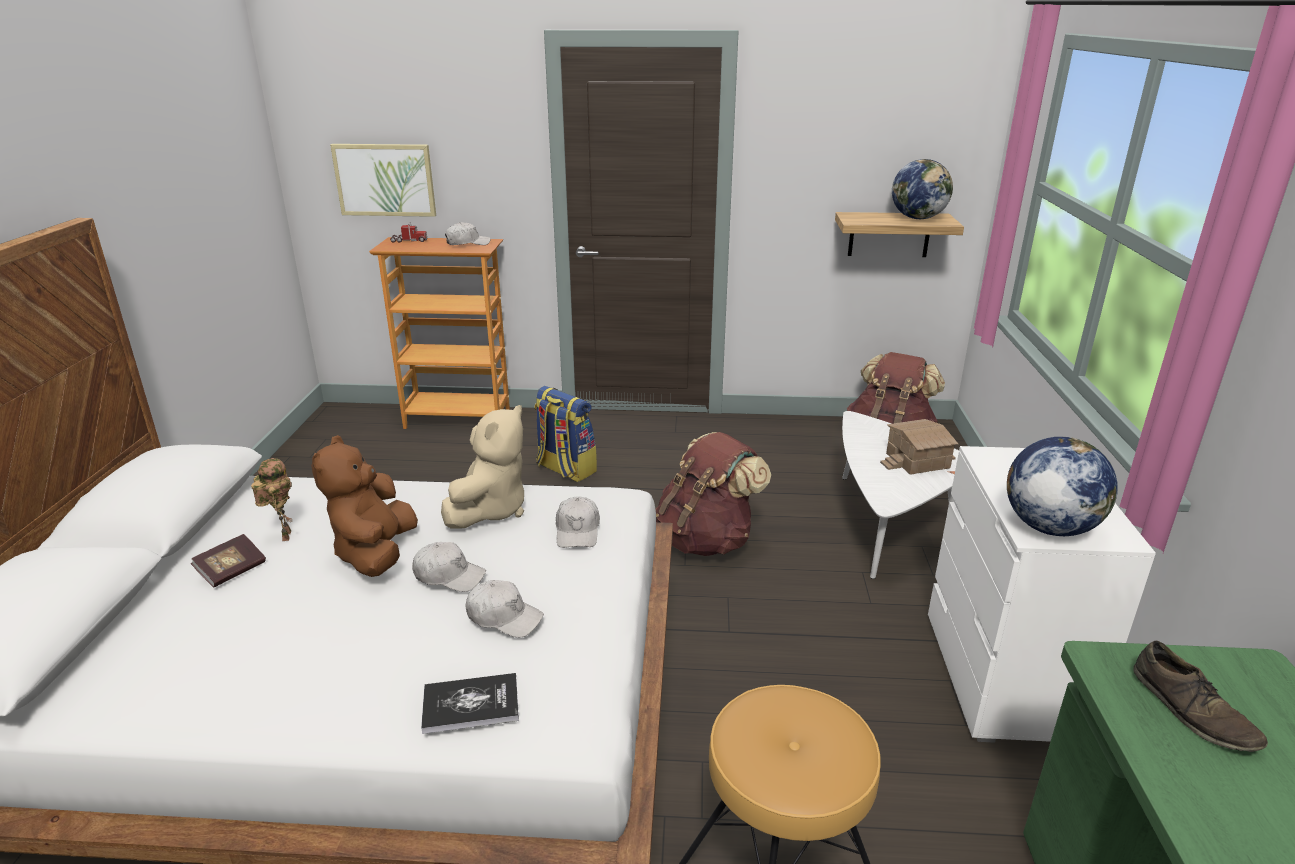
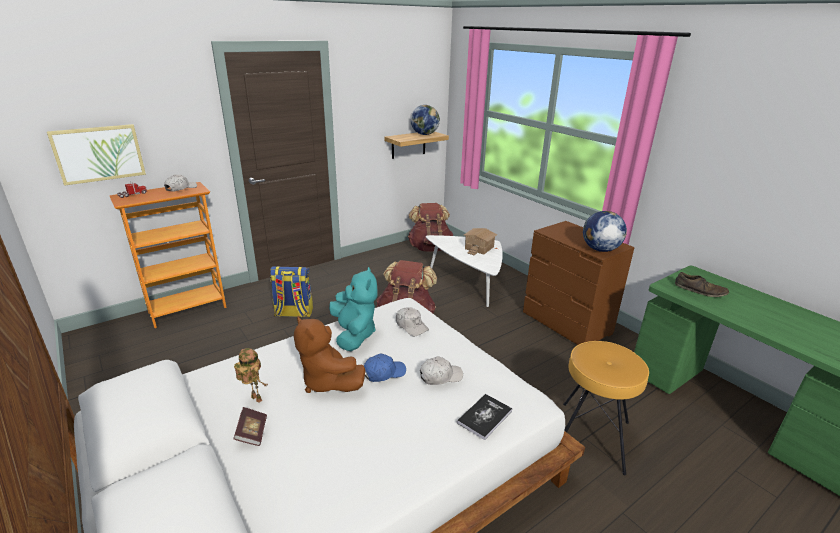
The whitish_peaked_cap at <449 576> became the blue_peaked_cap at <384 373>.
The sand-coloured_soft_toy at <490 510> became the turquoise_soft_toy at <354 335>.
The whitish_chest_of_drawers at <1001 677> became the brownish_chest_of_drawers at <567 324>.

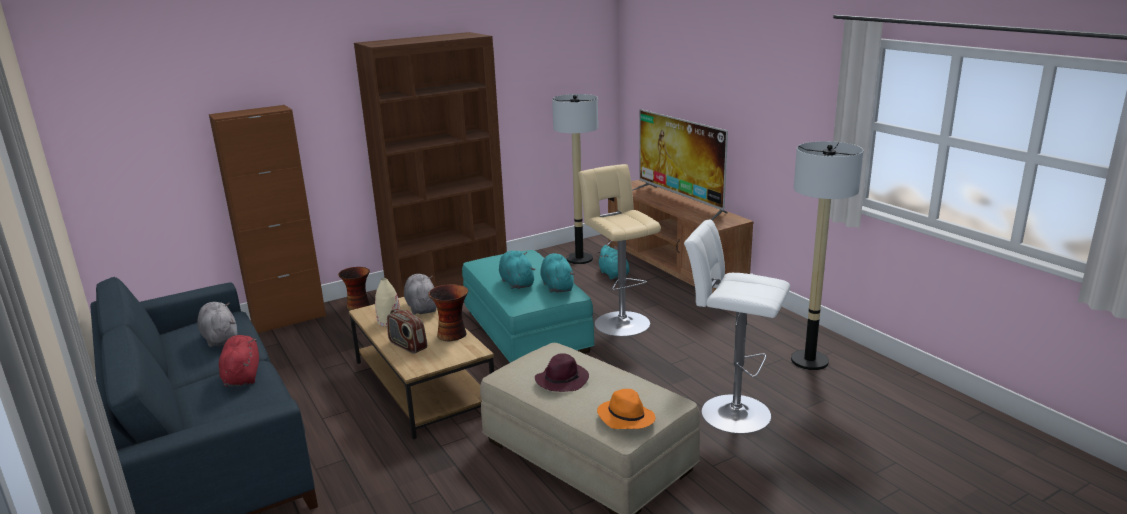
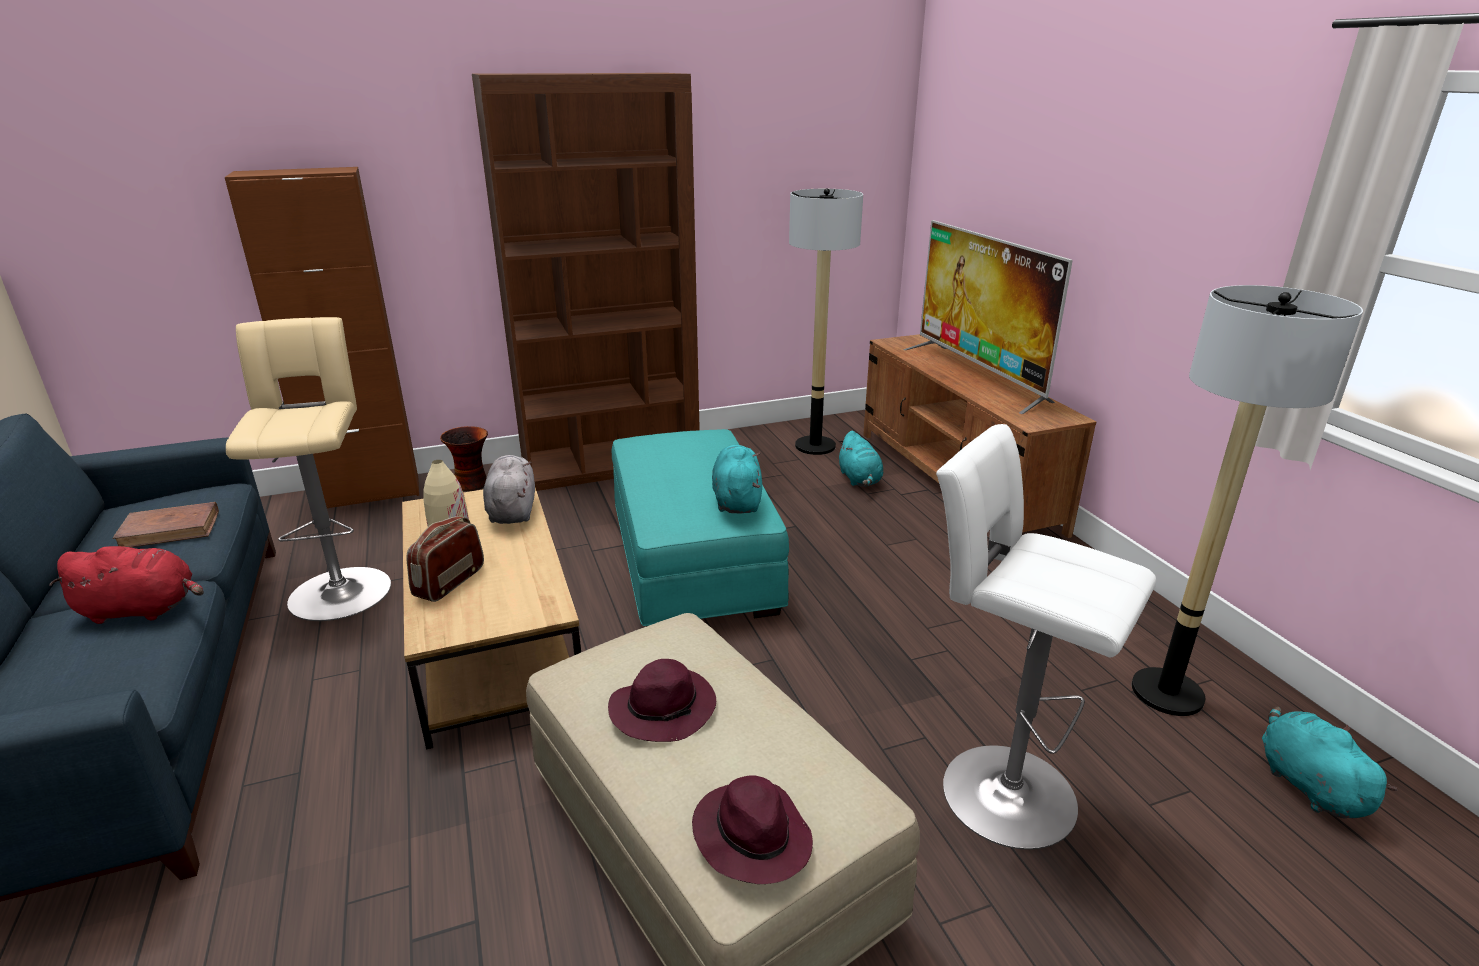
The greyish_soft_toy at <220 338> was replaced by the brownish_volume at <171 529>.
The reddish_soft_toy at <242 376> turned 90 degrees clockwise.
The radio_set at <407 345> turned 60 degrees clockwise.
The vase at <452 334> disappeared.
The turquoise_soft_toy moved from <516 282> to <1307 784>.
The sand-coloured_stool_seat moved from <620 322> to <341 589>.
The orangey_clothing_hat at <625 417> became the purplish_clothing_hat at <751 835>.

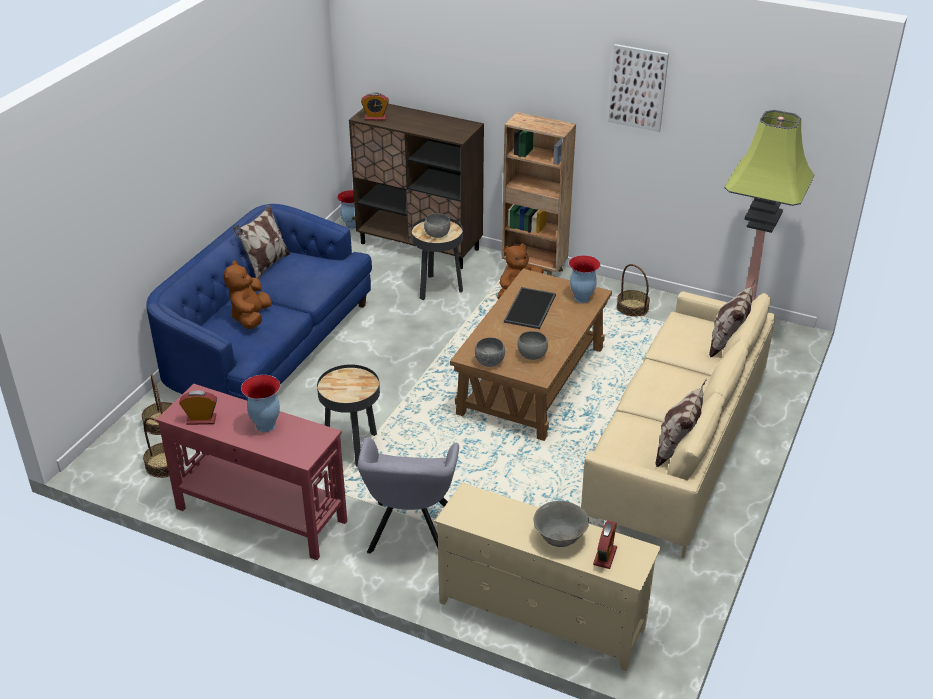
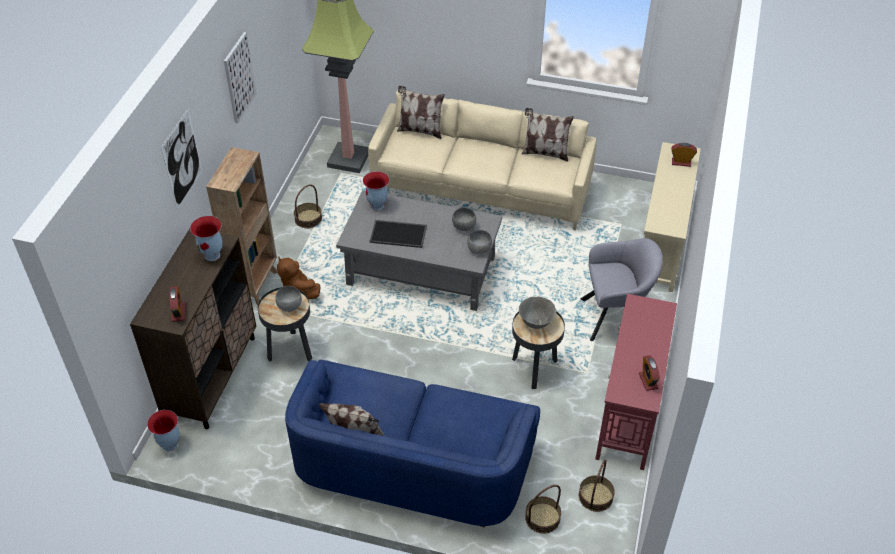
The brownish_soft_toy at <251 317> disappeared.
The vase moved from <265 426> to <212 255>.
The brownish_coffee_table at <532 381> became the greyish_coffee_table at <422 270>.
The greyish_deep_dish moved from <560 538> to <536 322>.
The picture at <182 159> appeared.

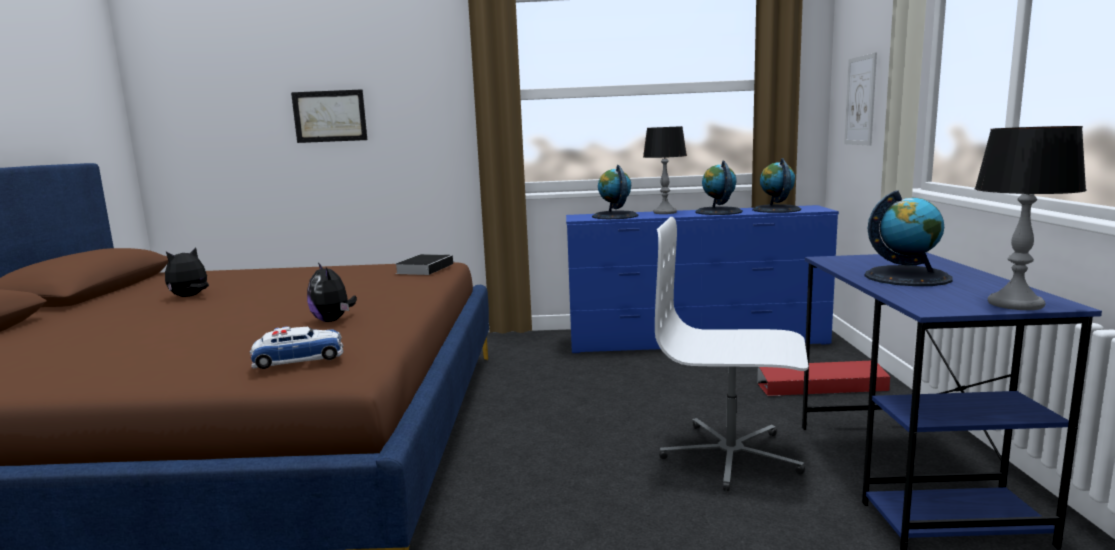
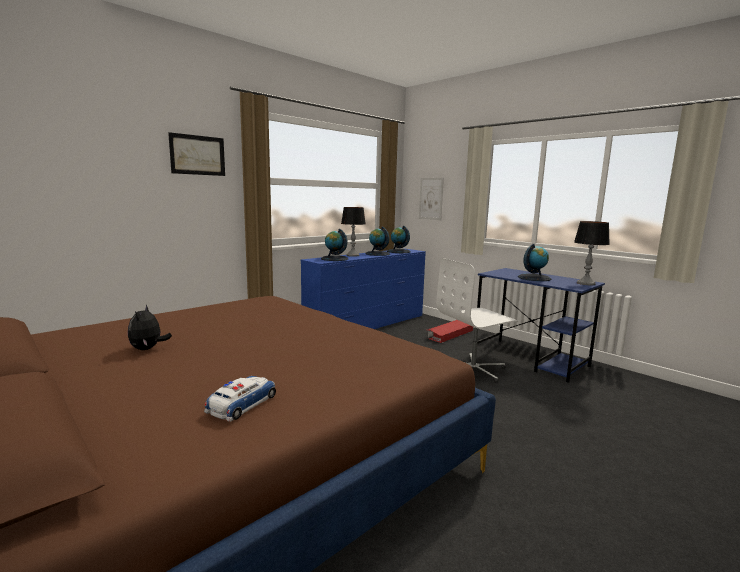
The toy_car moved from <298 357> to <242 404>.
The picture moved from <330 116> to <197 155>.
The soft_toy at <333 320> disappeared.
The volume at <425 268> disappeared.

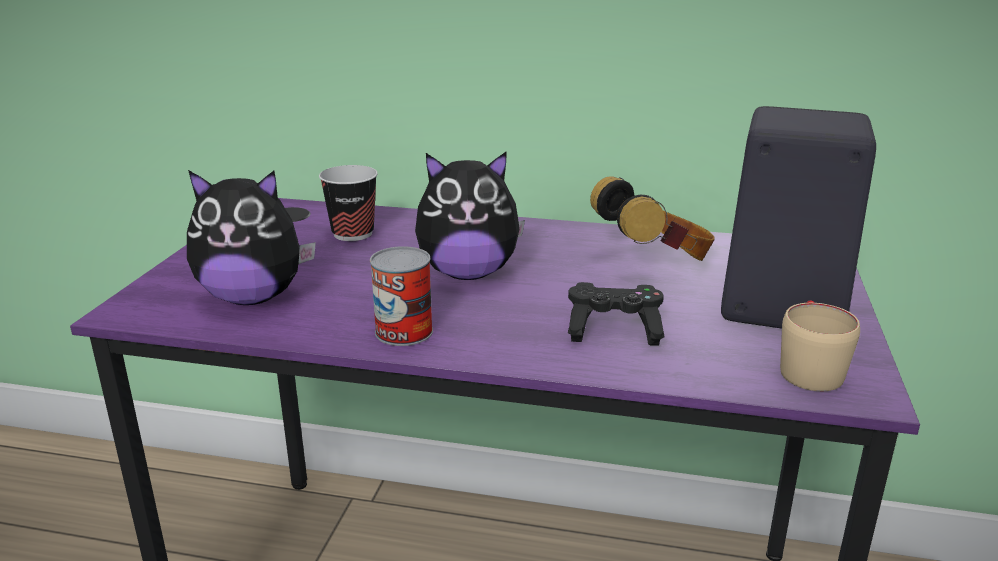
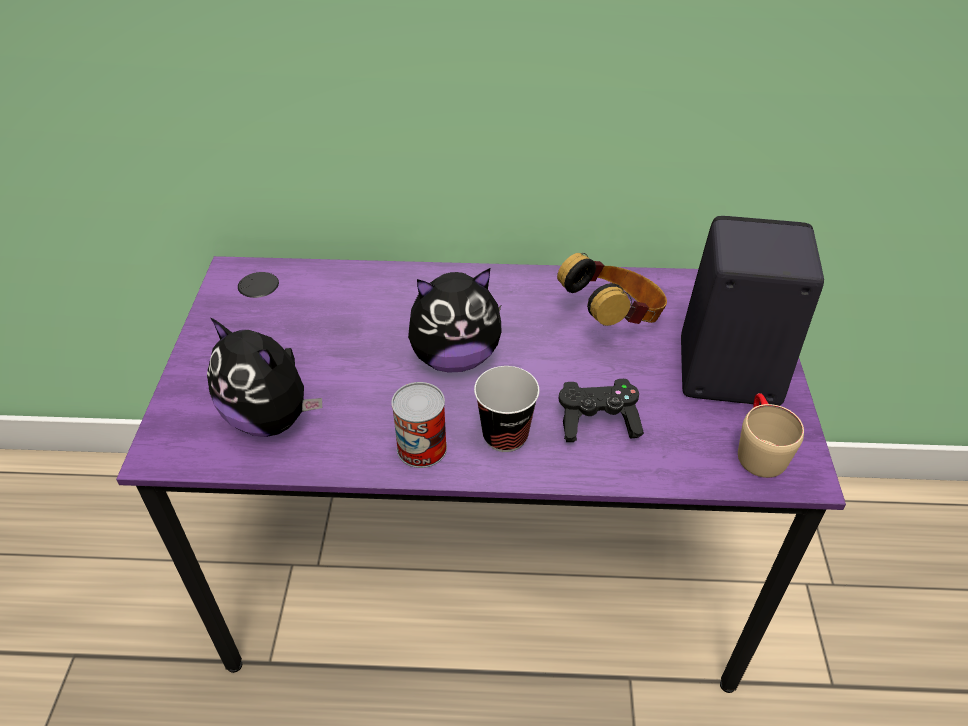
The soft_toy at <253 297> turned 45 degrees clockwise.
The small_cup moved from <353 233> to <505 435>.

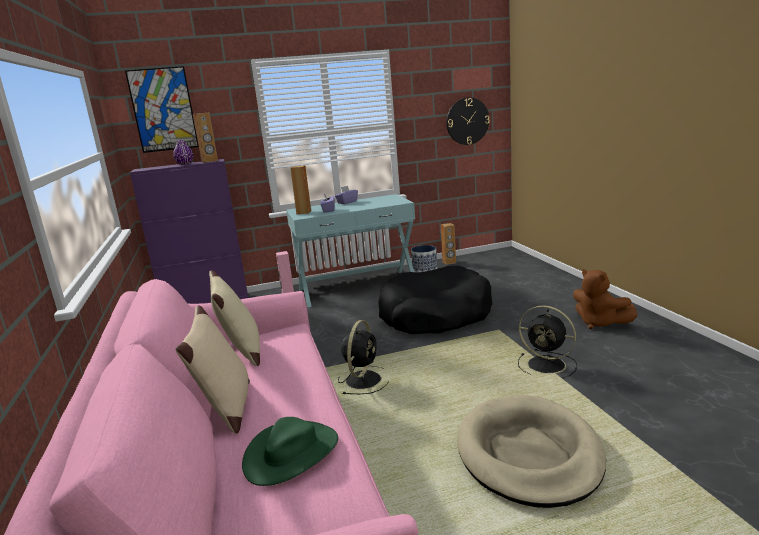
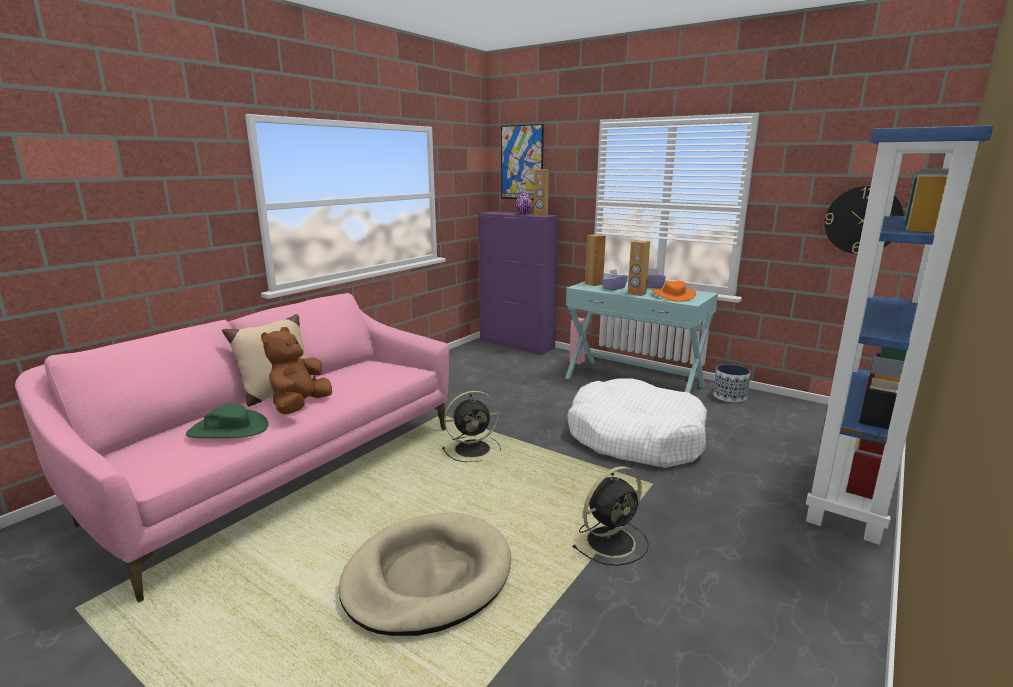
The sand-coloured_pillow at <242 353> disappeared.
The black-coloured_pet_bed at <435 315> became the whitish_pet_bed at <635 438>.
The brownish_speaker moved from <449 262> to <636 294>.
The black-coloured_electric_fan at <548 365> turned 120 degrees counterclockwise.
The brownish_soft_toy moved from <599 323> to <300 407>.
The orangey_clothing_hat at <673 295> appeared.
The blue_shelving_unit at <852 490> appeared.

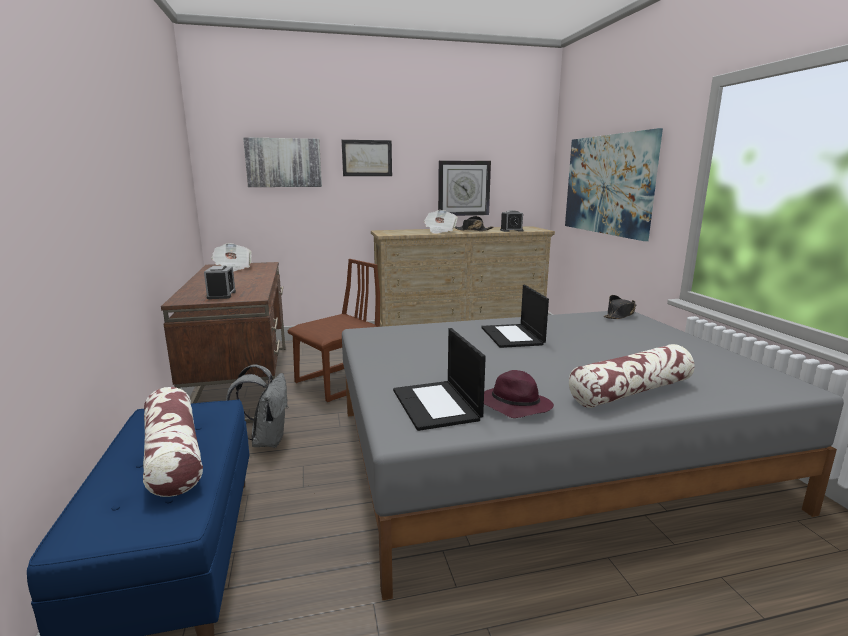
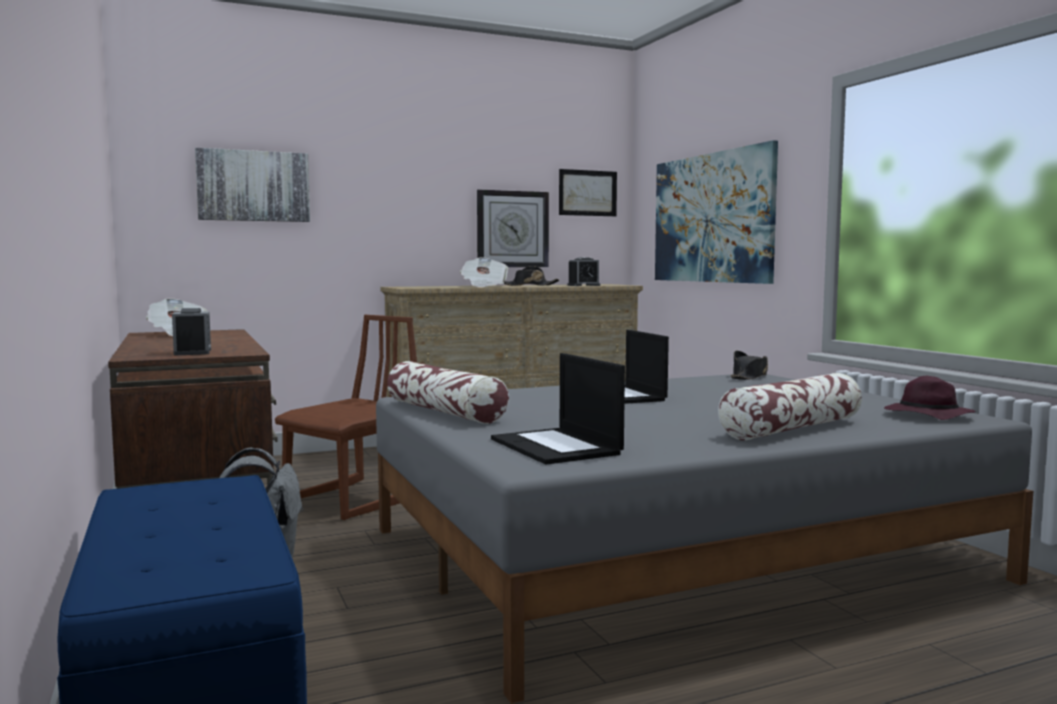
The pillow moved from <173 454> to <445 412>.
The picture moved from <367 158> to <587 193>.
The purplish_clothing_hat moved from <513 406> to <926 416>.

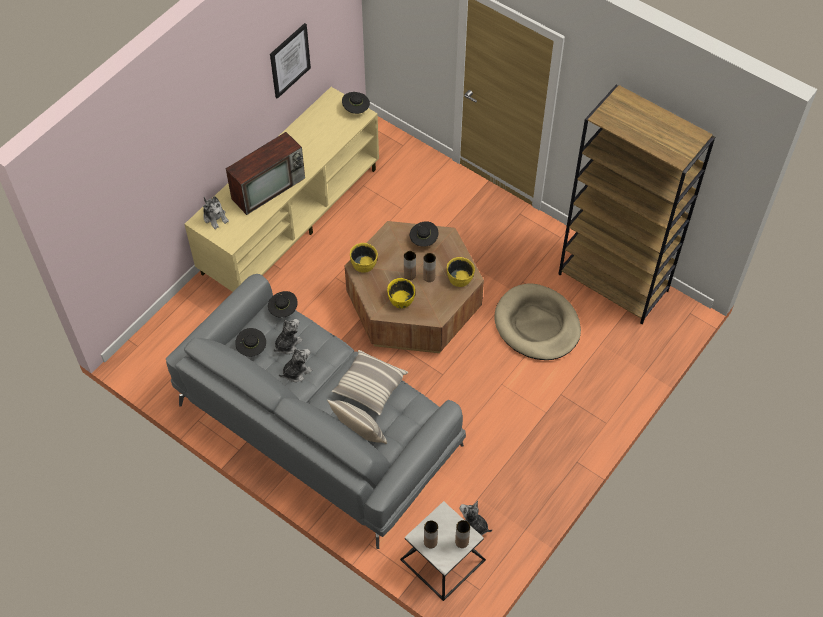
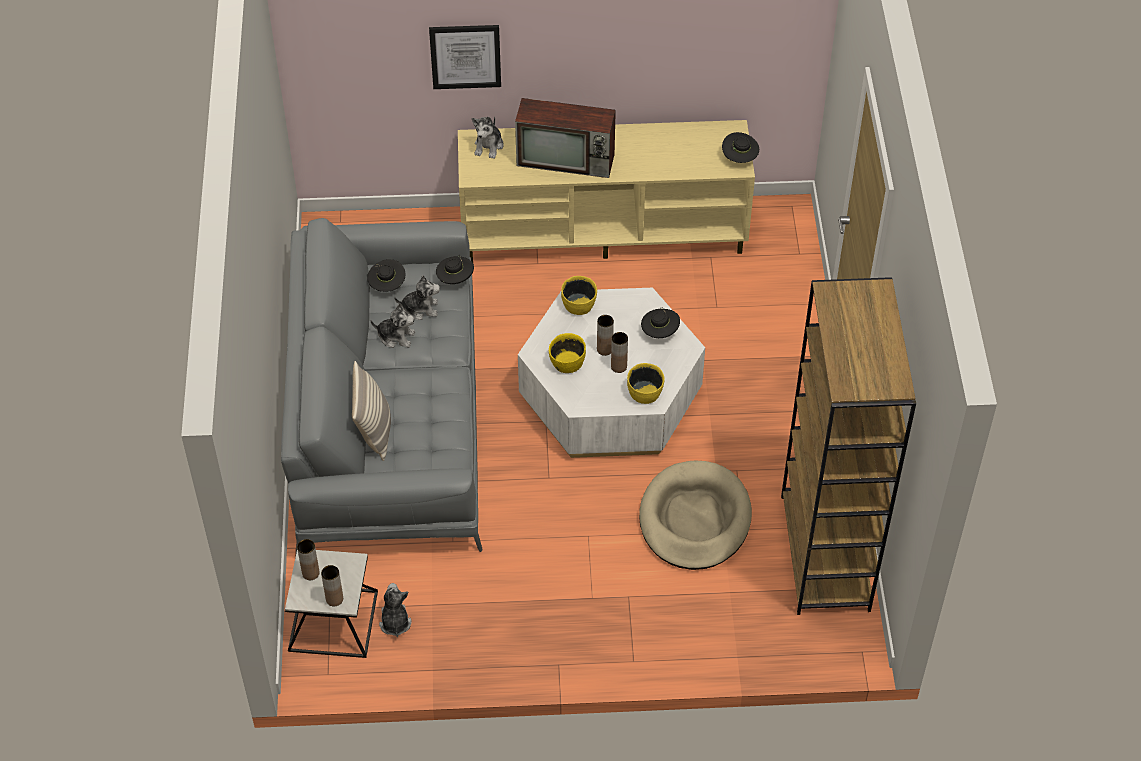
The picture moved from <289 60> to <465 56>.
The pillow at <370 387> disappeared.
The brownish_coffee_table at <413 303> became the whitish_coffee_table at <610 396>.

